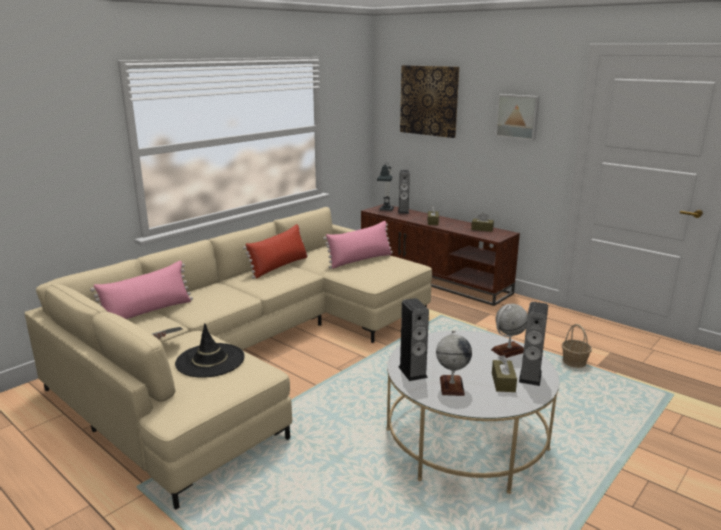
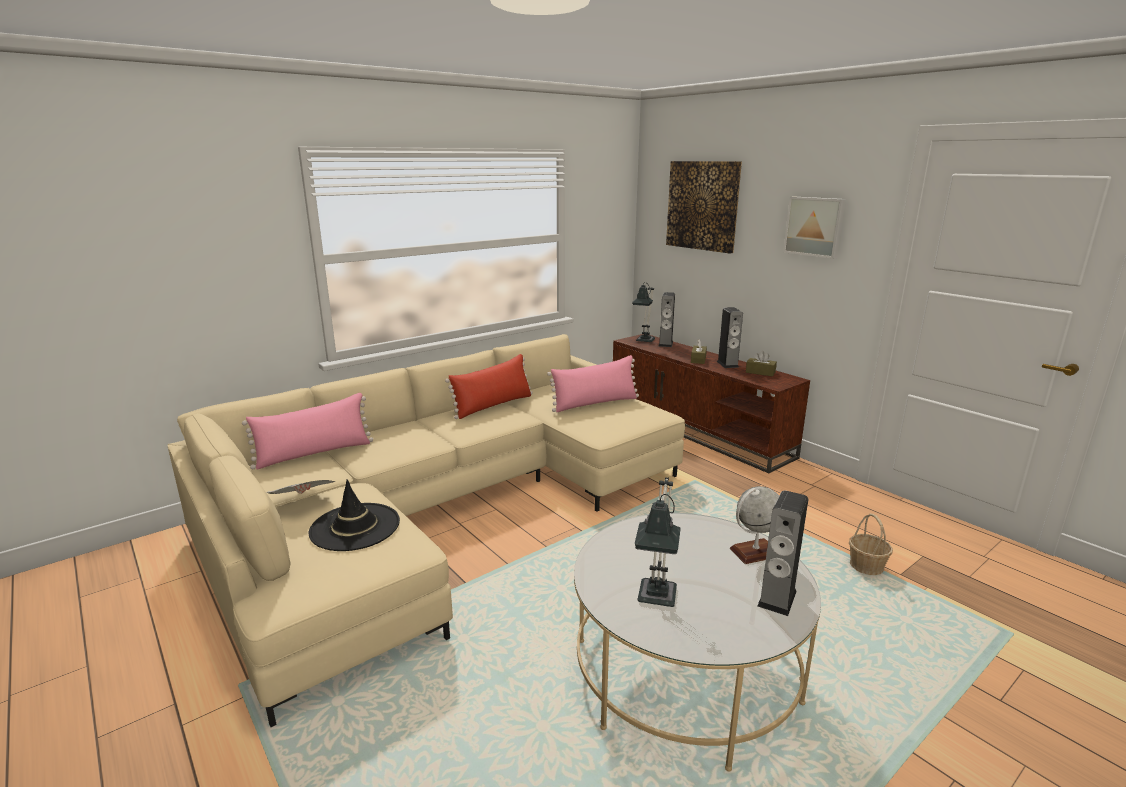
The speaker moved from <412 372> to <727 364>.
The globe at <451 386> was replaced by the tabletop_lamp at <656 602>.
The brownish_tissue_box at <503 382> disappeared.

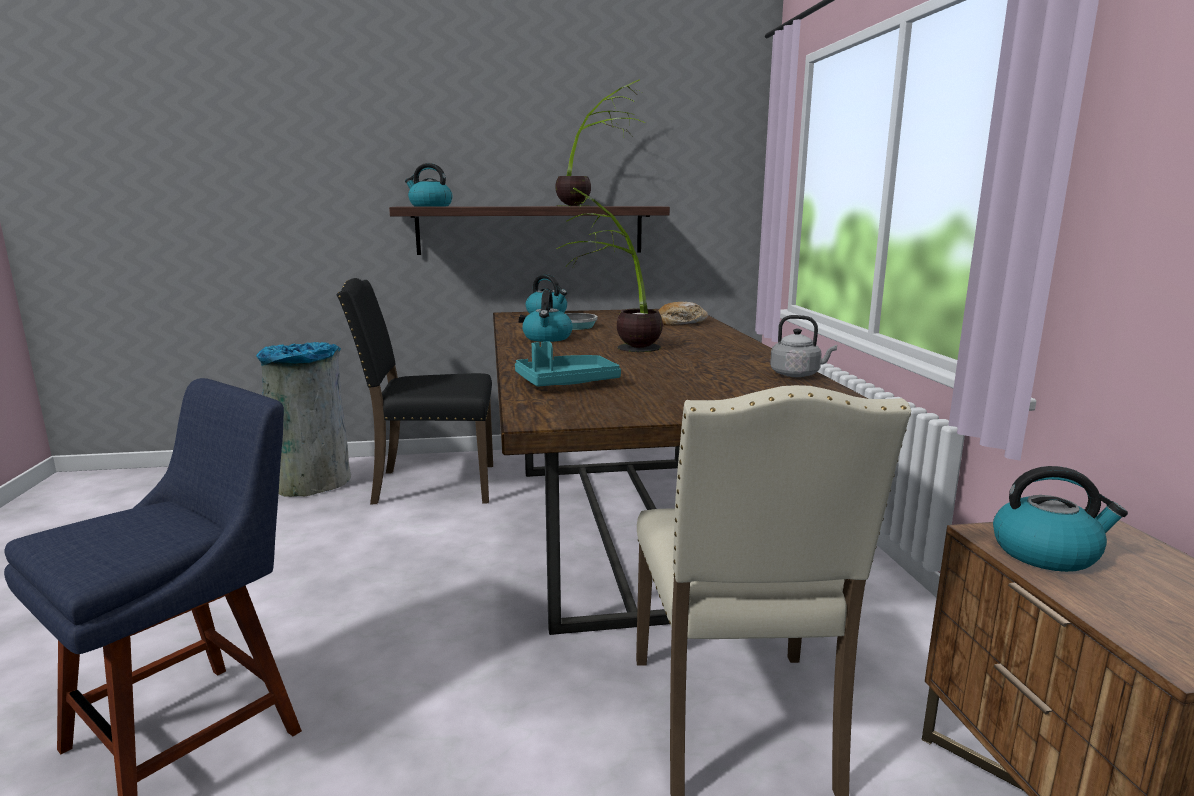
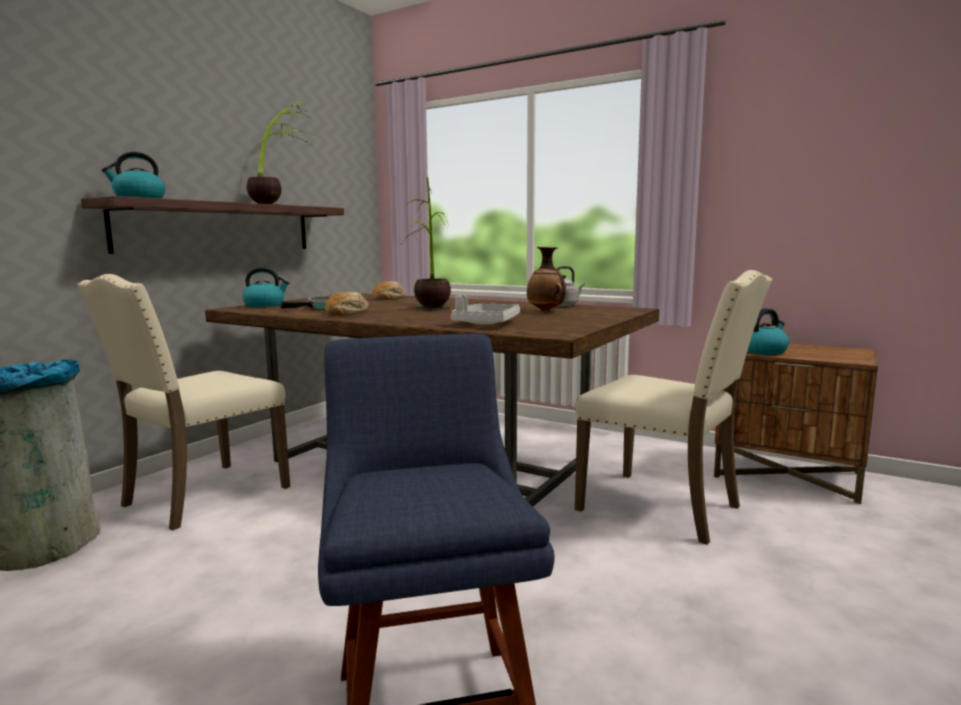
The black-coloured_upright_chair at <431 485> became the sand-coloured_upright_chair at <202 496>.
The turquoise_serving_tray at <566 383> became the greyish_serving_tray at <486 323>.
The water_kettle at <547 338> was replaced by the baked_bread at <348 313>.
The vase at <546 311> appeared.

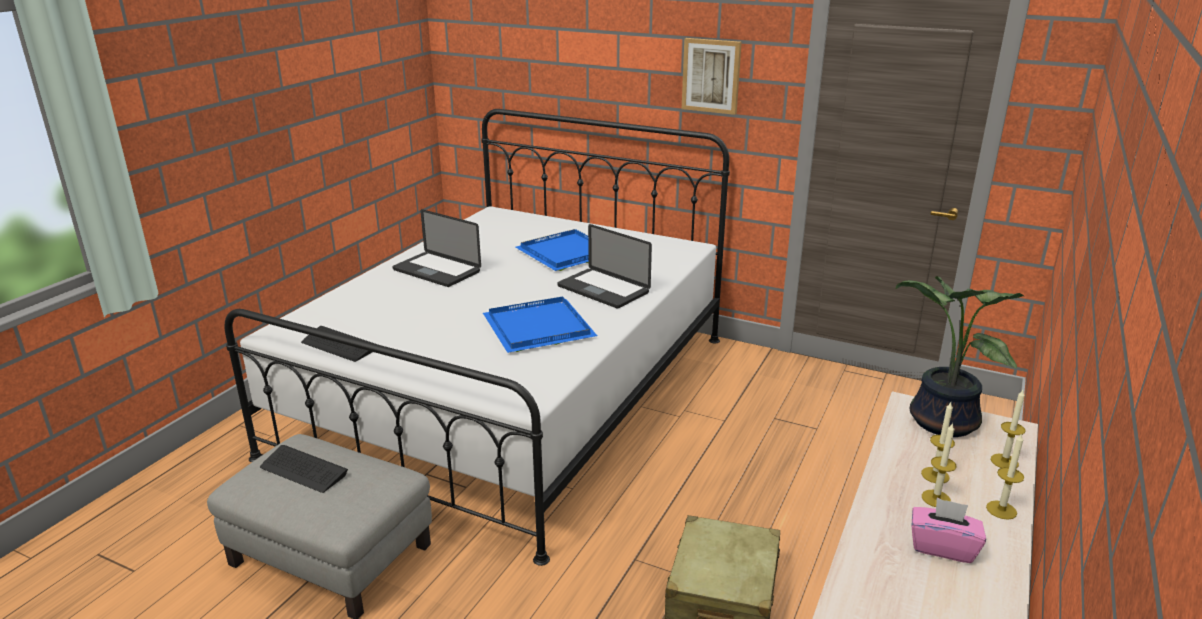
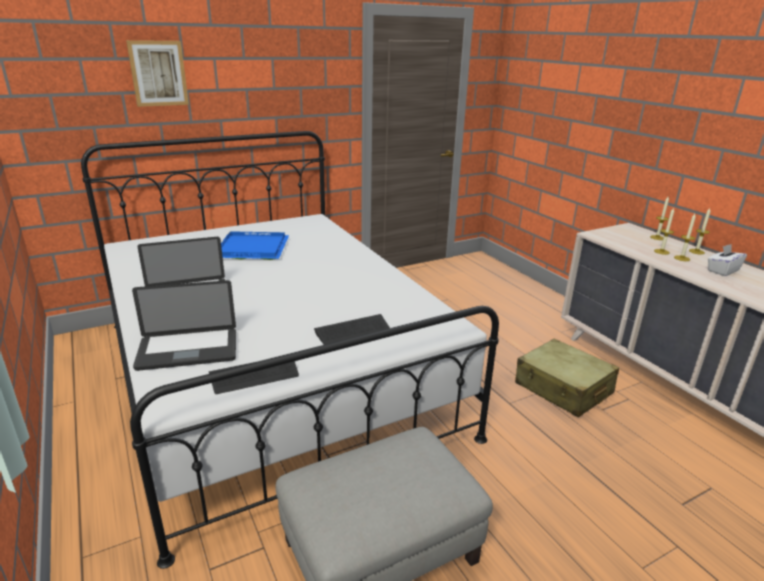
The computer_keyboard moved from <303 470> to <353 331>.
The blue_serving_tray at <539 327> disappeared.
The portable_computer moved from <603 289> to <188 350>.
The picture moved from <711 75> to <158 73>.
The potted_plant at <938 421> disappeared.
The pink-coloured_tissue_box at <942 547> became the whitish_tissue_box at <722 270>.

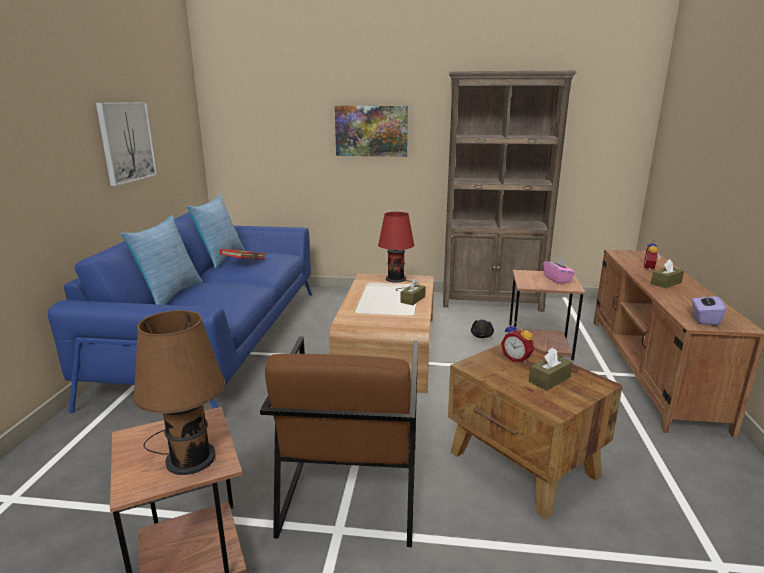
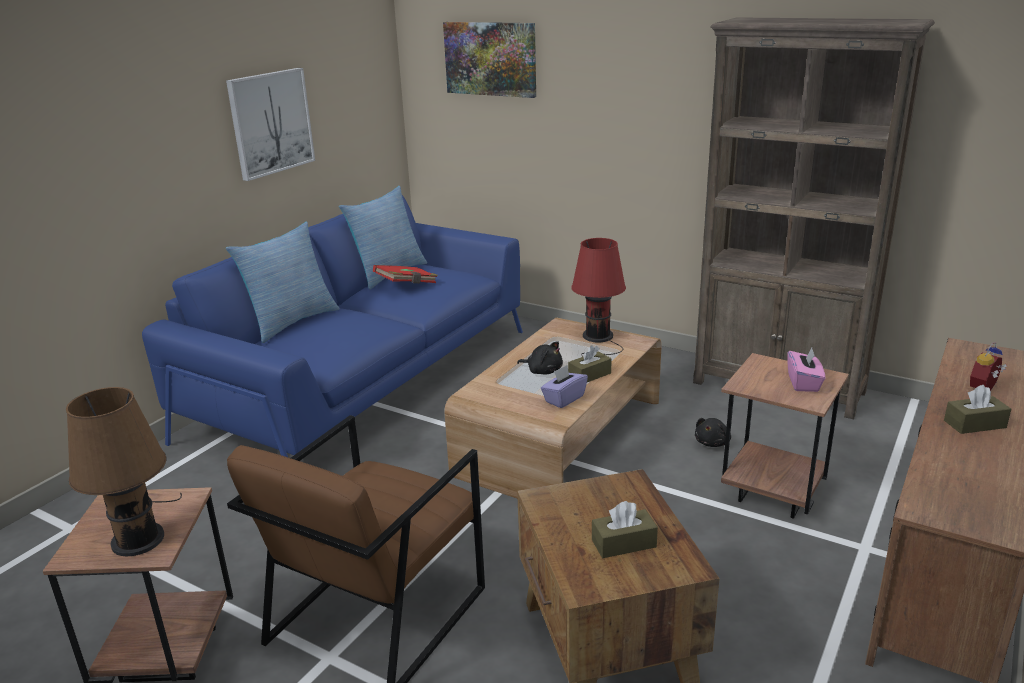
The picture moved from <371 131> to <490 59>.
The bedside_clock at <517 358> disappeared.
The purplish_tissue_box moved from <704 319> to <564 399>.
The black-coloured_soft_toy at <543 371> appeared.

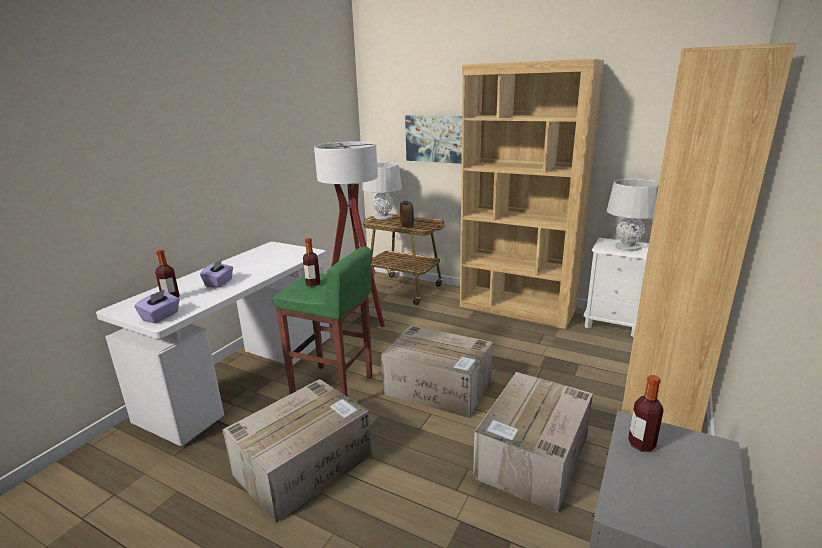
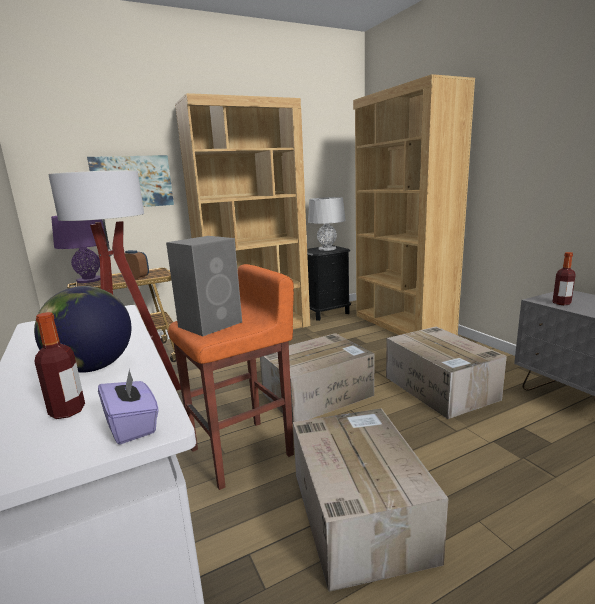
The purplish_tissue_box at <219 283> was replaced by the globe at <92 367>.
The greenish_stool_seat at <333 387> became the orangey_stool_seat at <243 452>.
The drink_bottle at <313 284> was replaced by the greyish_speaker at <211 324>.
The greyish_tabletop_lamp at <383 217> became the purplish_tabletop_lamp at <89 280>.
The whitish_bedside_table at <613 324> became the black-coloured_bedside_table at <326 313>.

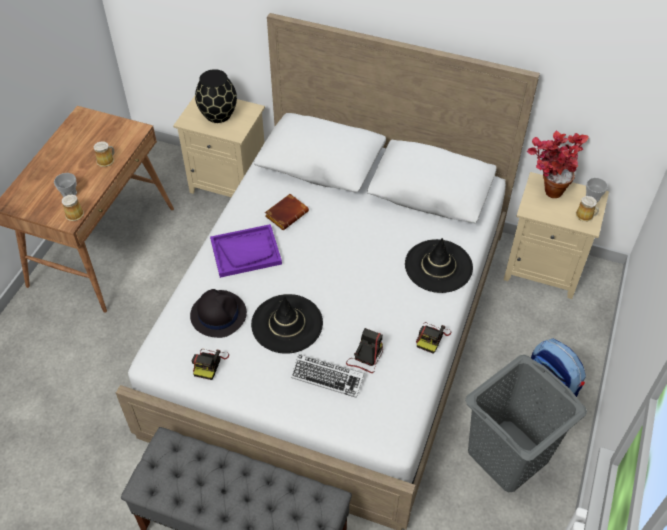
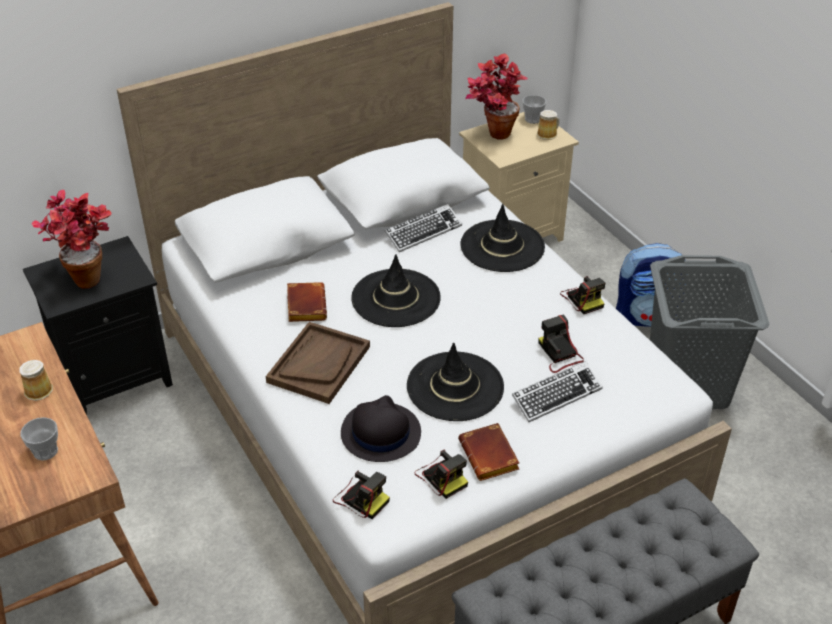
The mug at <75 213> disappeared.
The sand-coloured_bedside_table at <230 183> became the black-coloured_bedside_table at <116 377>.
The black-coloured_vase at <218 114> was replaced by the potted_plant at <86 275>.
The purplish_serving_tray at <246 252> became the brownish_serving_tray at <319 364>.
The still_camera at <361 498> appeared.
The black-coloured_clothing_hat at <395 298> appeared.
The computer_keyboard at <423 232> appeared.
The brownish_volume at <491 457> appeared.

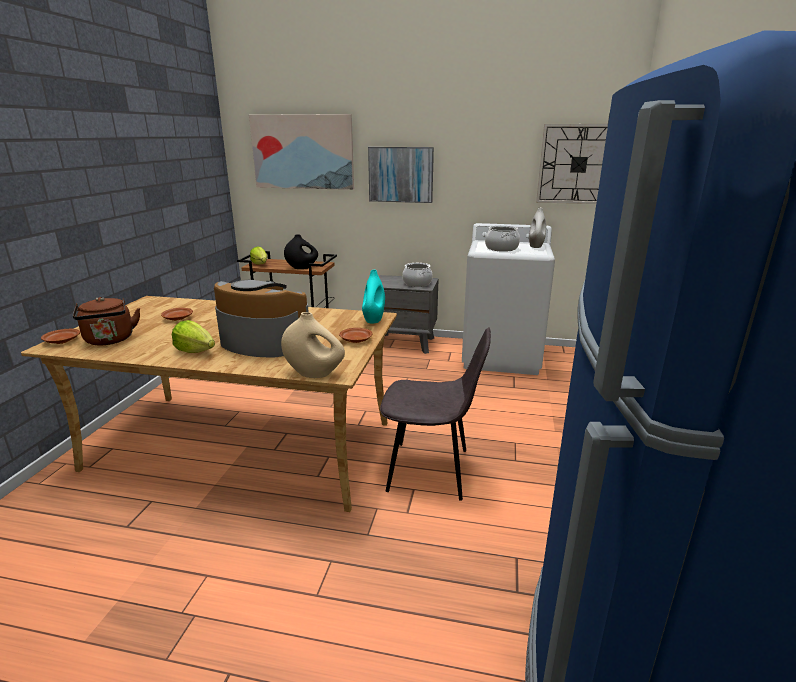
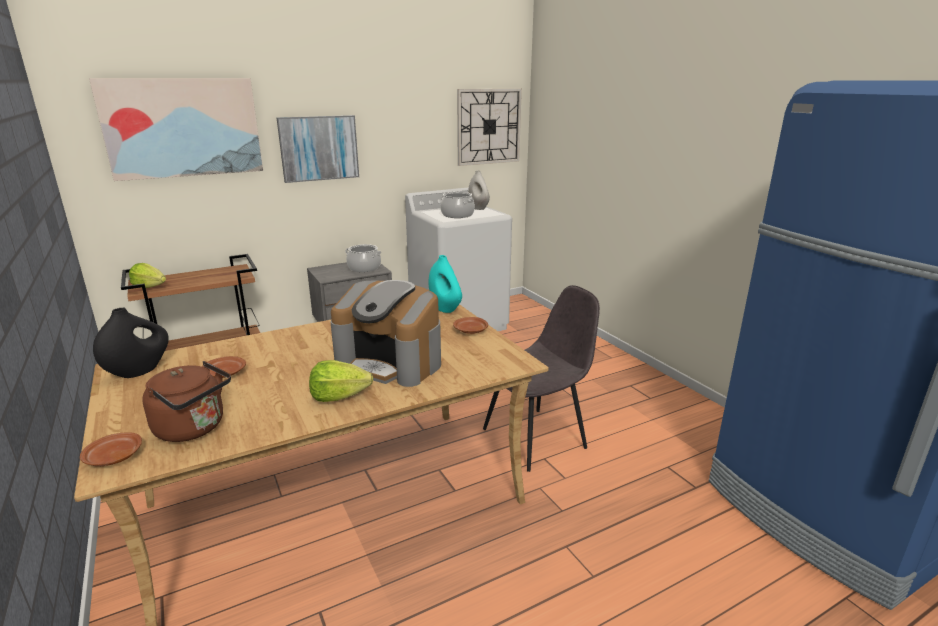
The coffee_machine at <263 342> turned 135 degrees counterclockwise.
The sand-coloured_vase at <314 373> disappeared.
The black-coloured_vase moved from <302 268> to <139 371>.

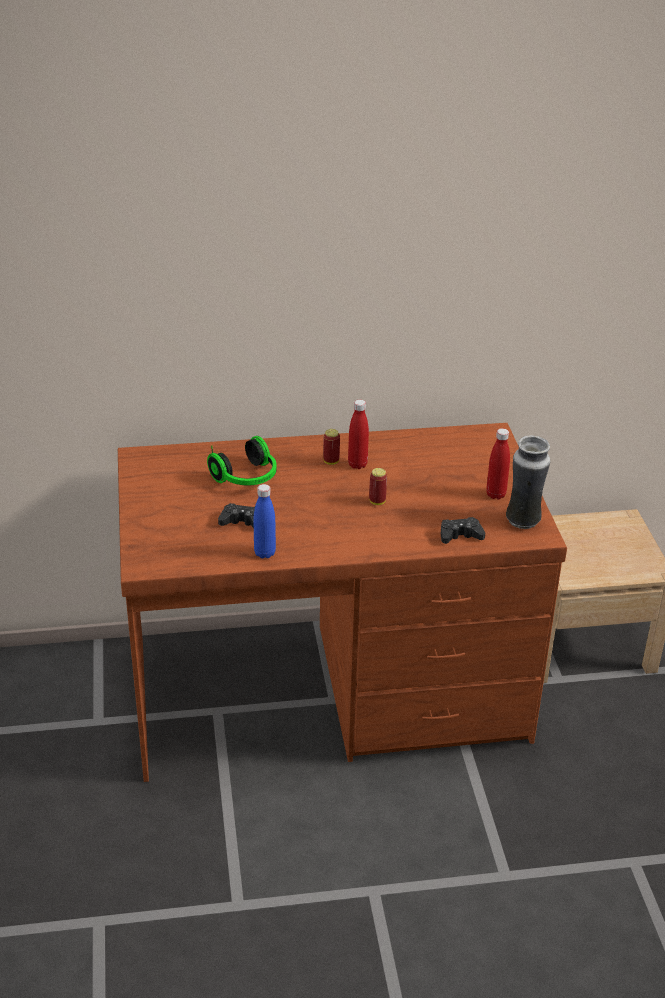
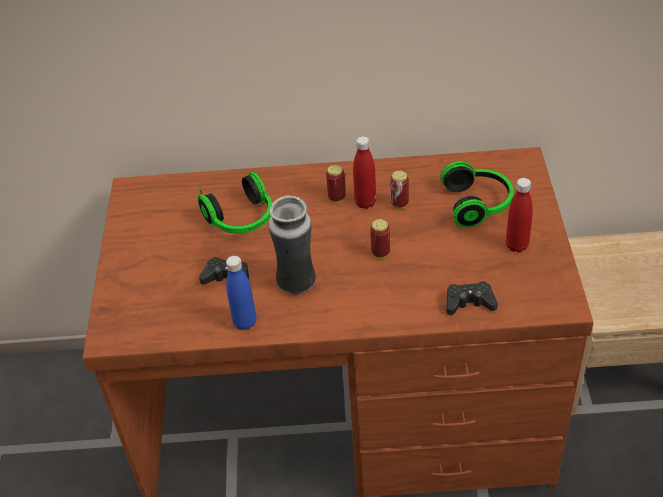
The vase moved from <523 521> to <297 284>.
The sealed_can at <399 204> appeared.
The headset at <478 204> appeared.

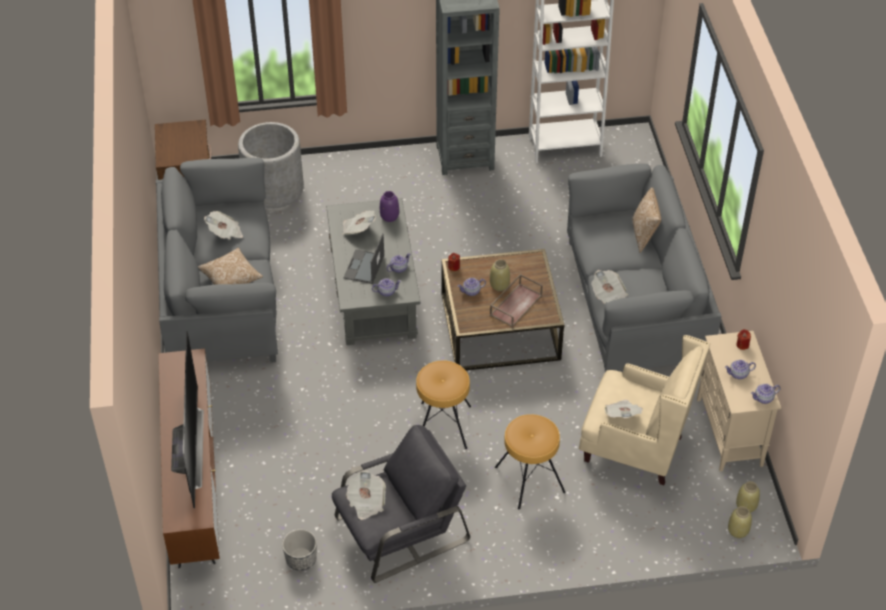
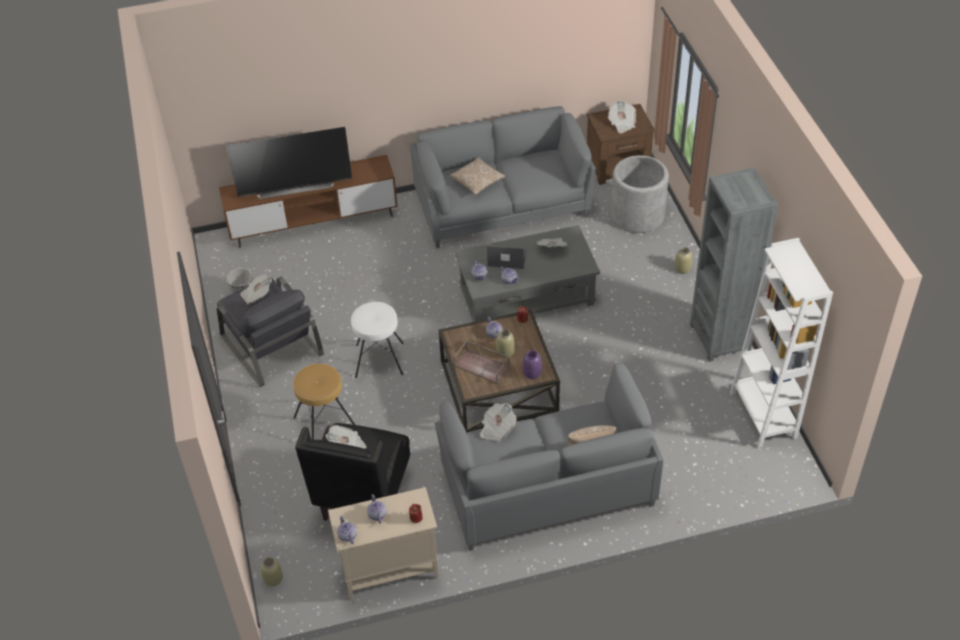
The newspaper moved from <225 233> to <622 123>.
The purplish_vase moved from <389 217> to <531 373>.
The brownish_stool_seat at <443 425> became the whitish_stool_seat at <379 359>.
The sand-coloured_easy_chair at <635 449> became the black-coloured_easy_chair at <363 496>.
The sand-coloured_vase moved from <746 506> to <682 269>.

